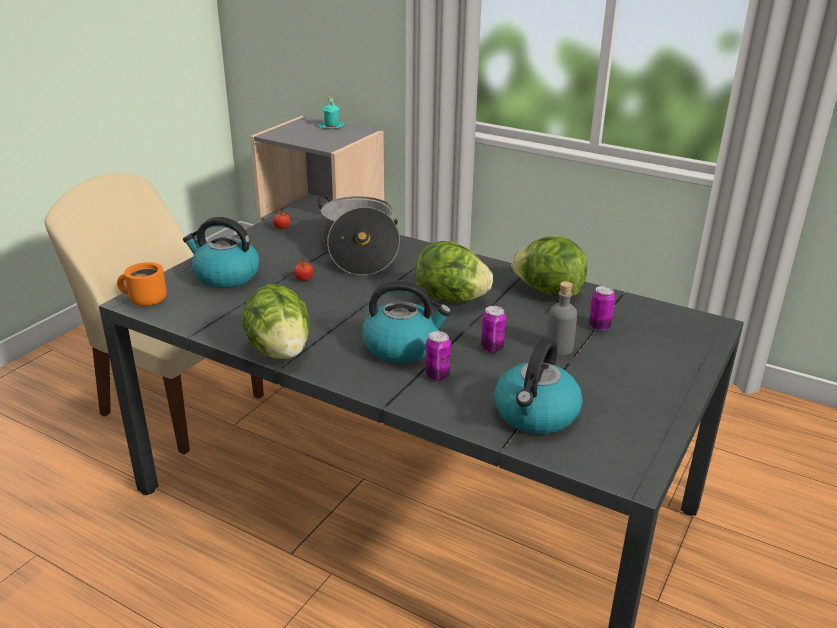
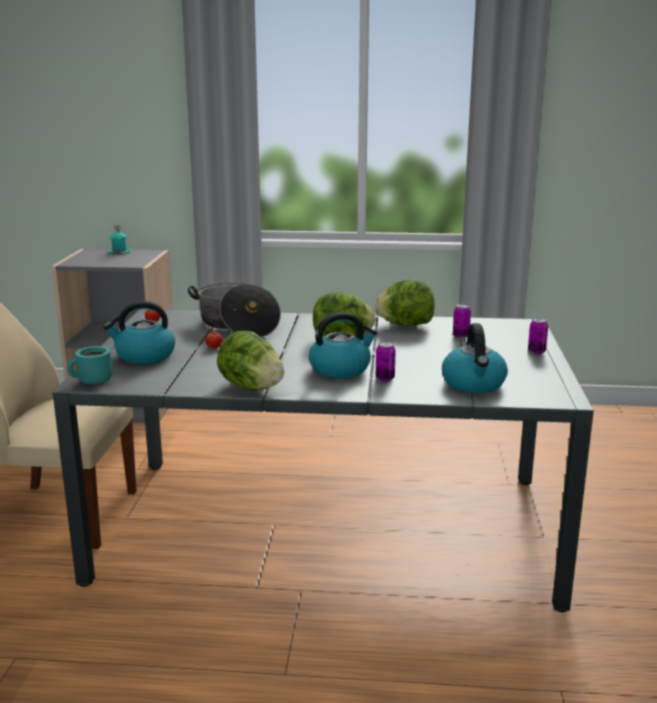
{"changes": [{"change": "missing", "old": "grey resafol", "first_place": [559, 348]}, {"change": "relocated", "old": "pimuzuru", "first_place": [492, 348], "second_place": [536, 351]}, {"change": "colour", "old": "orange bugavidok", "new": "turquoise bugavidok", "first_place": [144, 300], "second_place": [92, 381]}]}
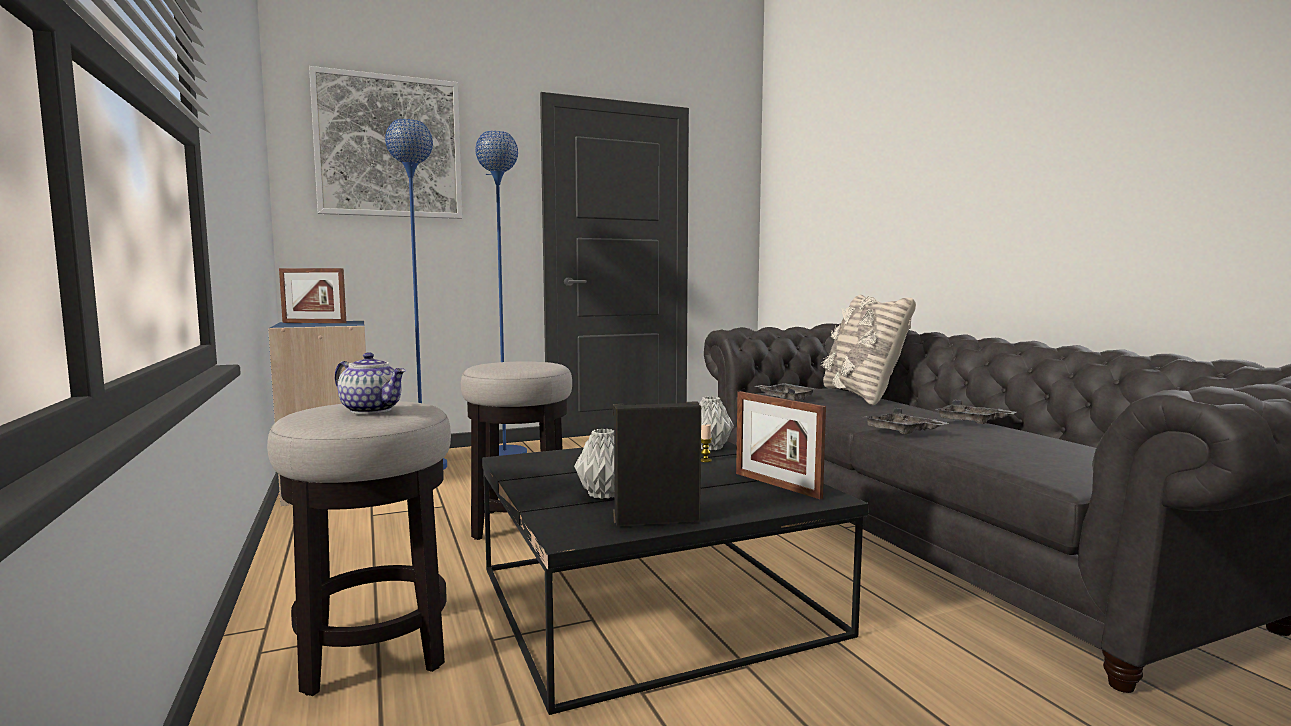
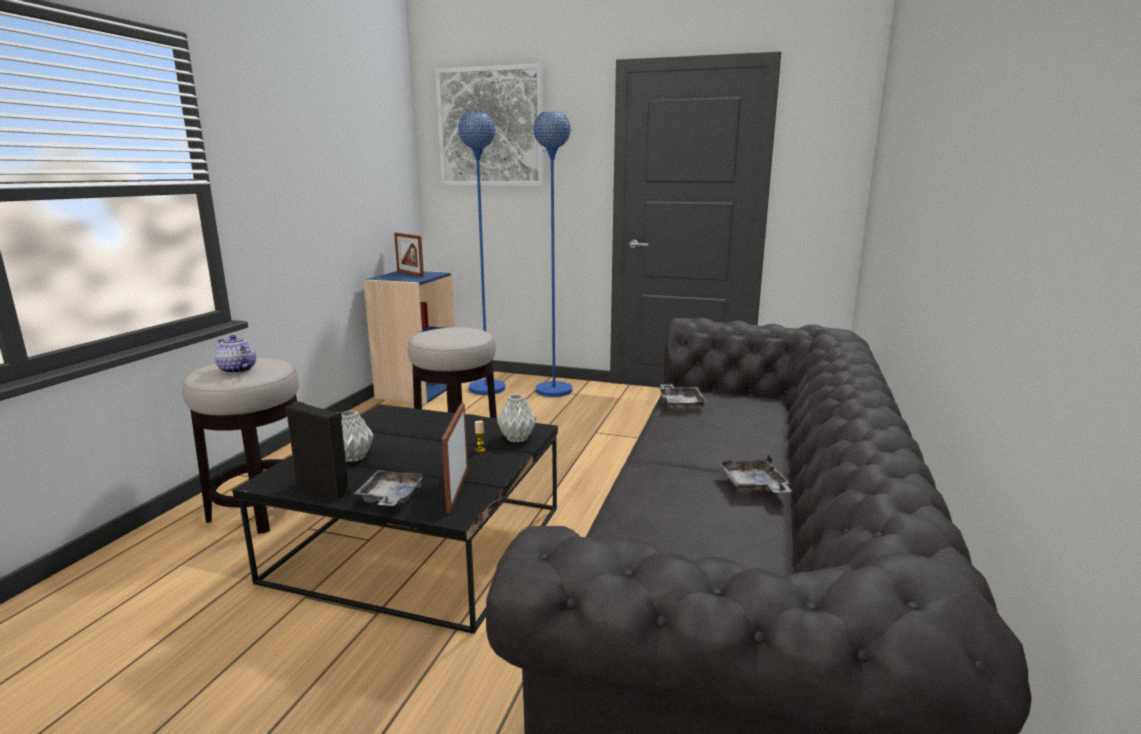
{"changes": [{"change": "missing", "old": "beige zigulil", "first_place": [860, 395]}, {"change": "relocated", "old": "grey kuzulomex", "first_place": [902, 432], "second_place": [391, 497]}, {"change": "spun", "old": "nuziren", "first_place": [373, 410], "second_place": [236, 370], "degrees": 150}]}
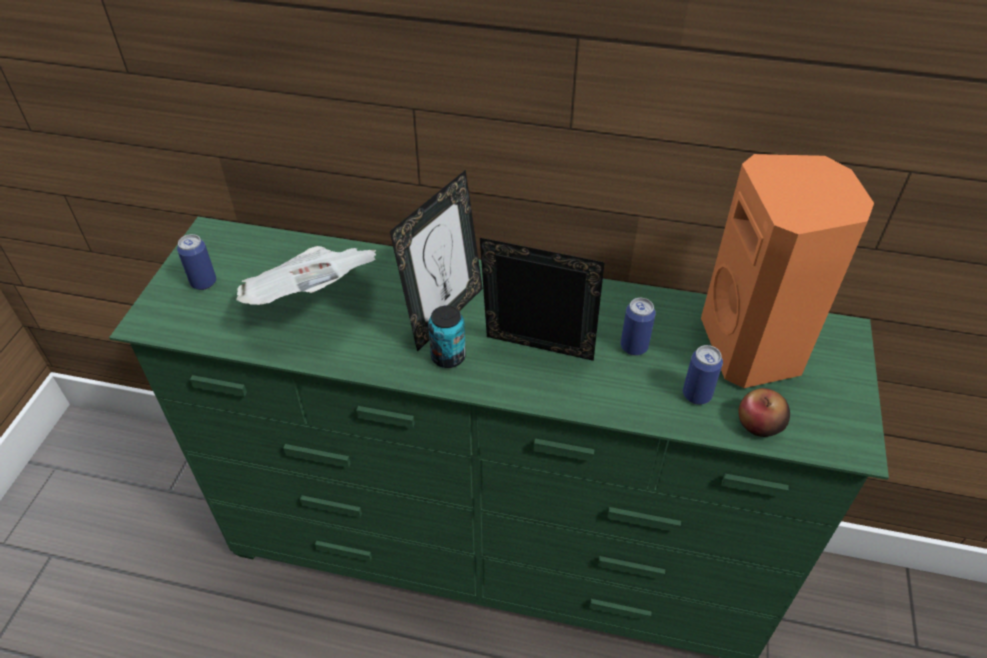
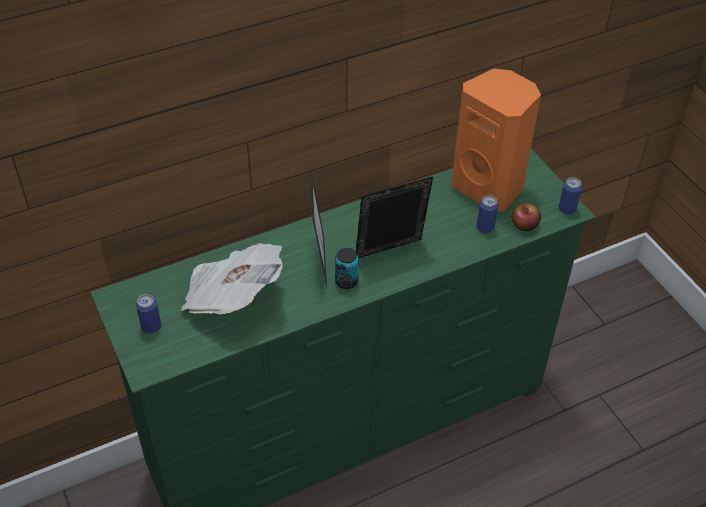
{"changes": [{"change": "relocated", "old": "pimuzuru", "first_place": [634, 347], "second_place": [567, 209]}]}
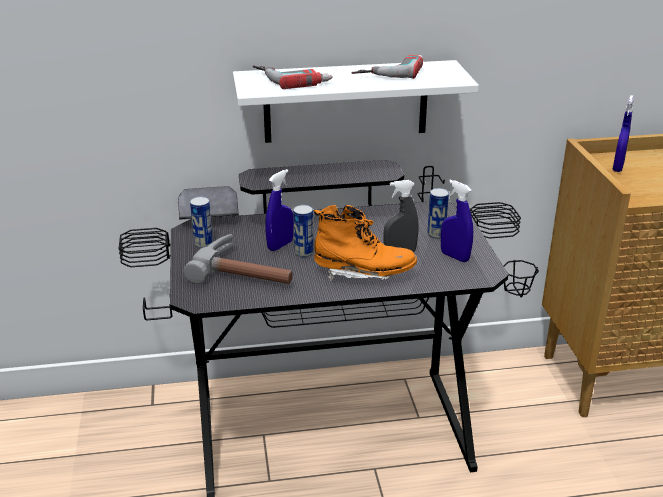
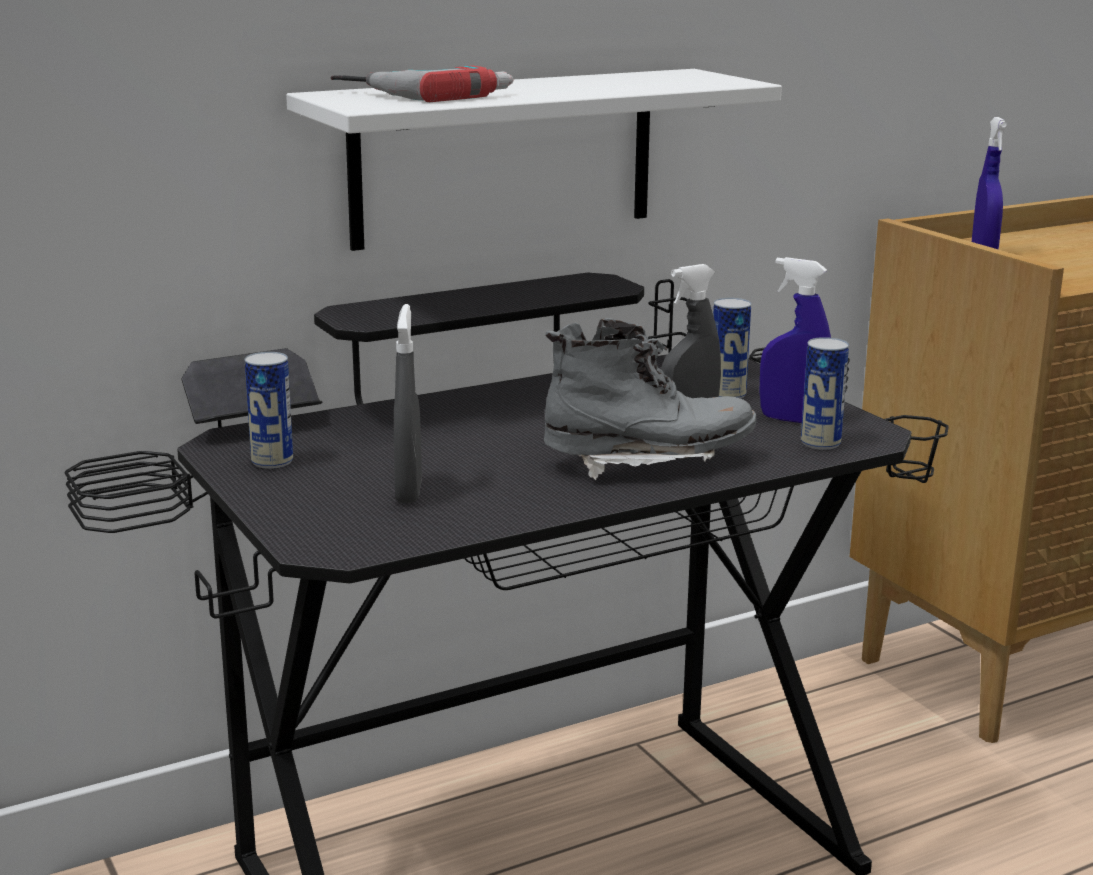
{"changes": [{"change": "missing", "old": "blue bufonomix", "first_place": [280, 245]}, {"change": "missing", "old": "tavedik", "first_place": [389, 71]}, {"change": "relocated", "old": "pimuzuru", "first_place": [303, 253], "second_place": [820, 443]}, {"change": "exchanged", "old": "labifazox", "new": "grey bufonomix", "first_place": [247, 272], "second_place": [408, 491]}, {"change": "colour", "old": "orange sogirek", "new": "grey sogirek", "first_place": [364, 273], "second_place": [648, 463]}]}
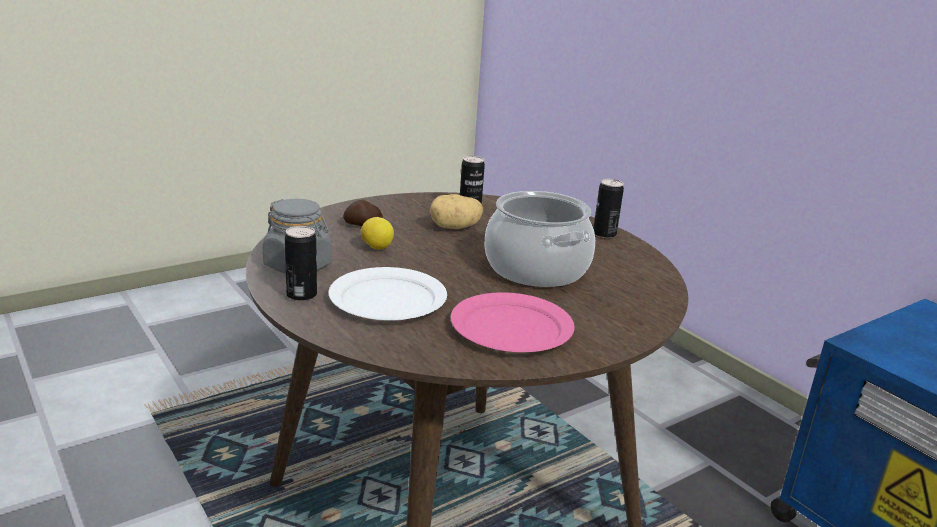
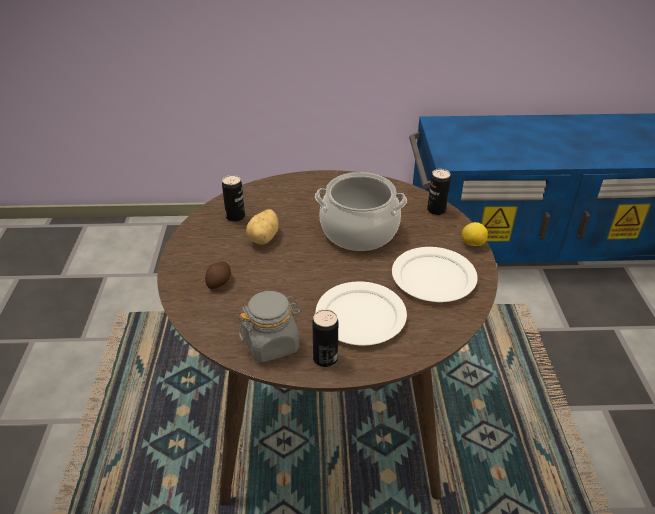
{"changes": [{"change": "relocated", "old": "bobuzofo", "first_place": [376, 248], "second_place": [472, 244]}, {"change": "relocated", "old": "pimuzuru", "first_place": [604, 234], "second_place": [436, 210]}, {"change": "colour", "old": "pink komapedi", "new": "white komapedi", "first_place": [511, 328], "second_place": [434, 278]}]}
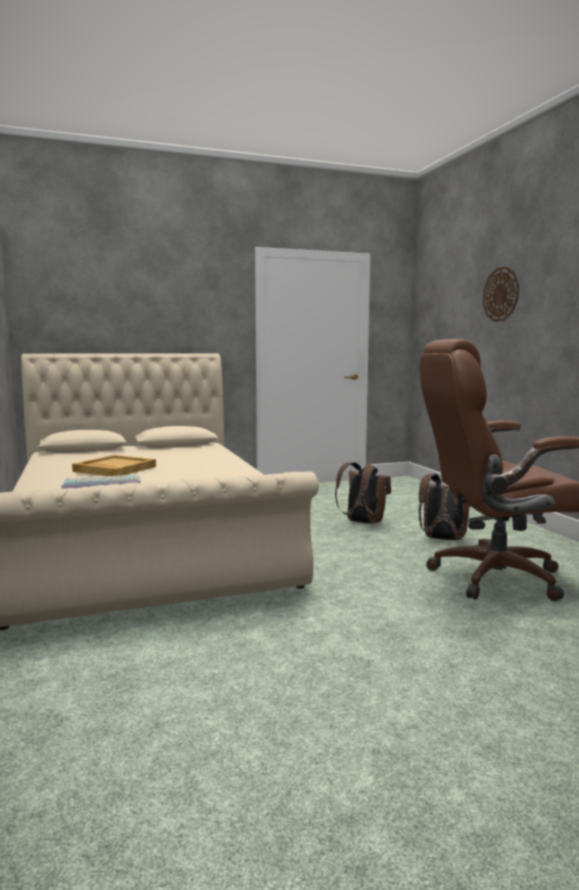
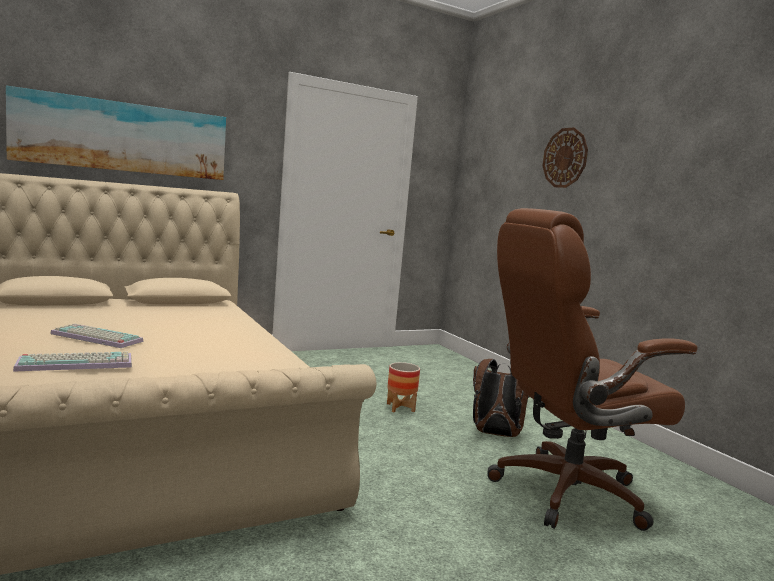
{"changes": [{"change": "appeared", "new": "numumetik", "second_place": [123, 137]}, {"change": "exchanged", "old": "beige kuzulomex", "new": "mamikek", "first_place": [114, 469], "second_place": [94, 338]}, {"change": "exchanged", "old": "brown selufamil", "new": "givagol", "first_place": [362, 523], "second_place": [400, 407]}]}
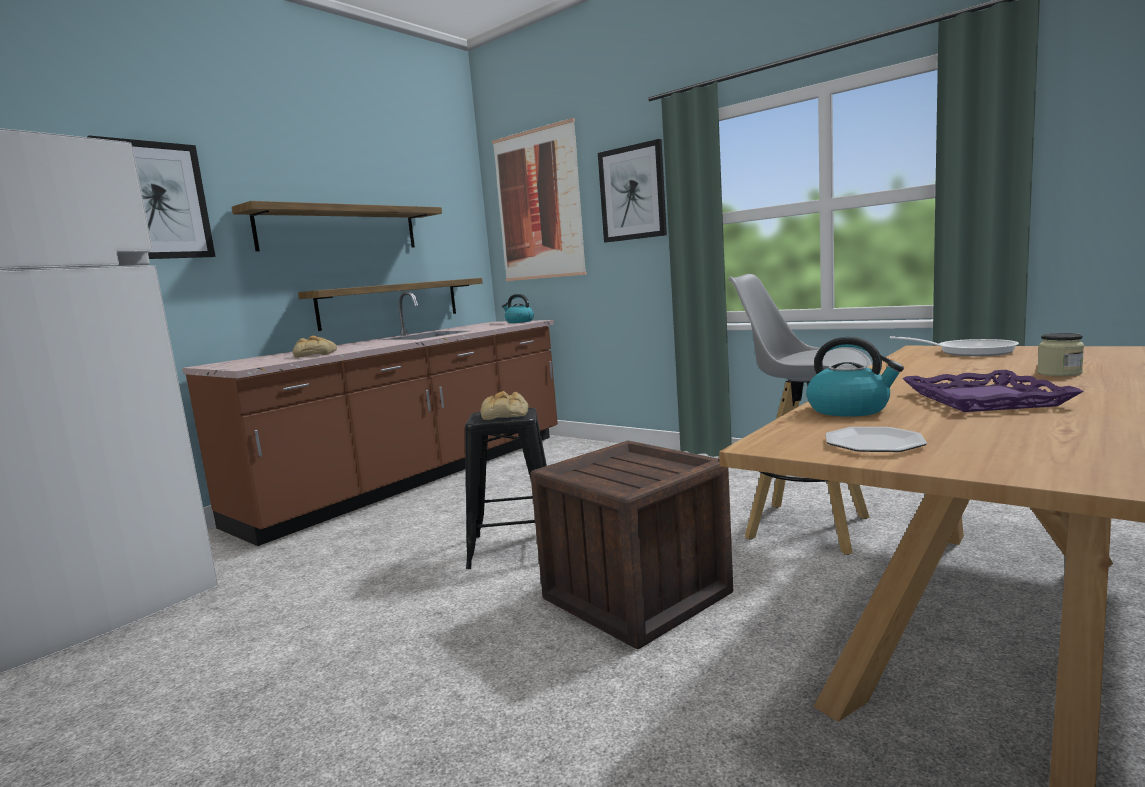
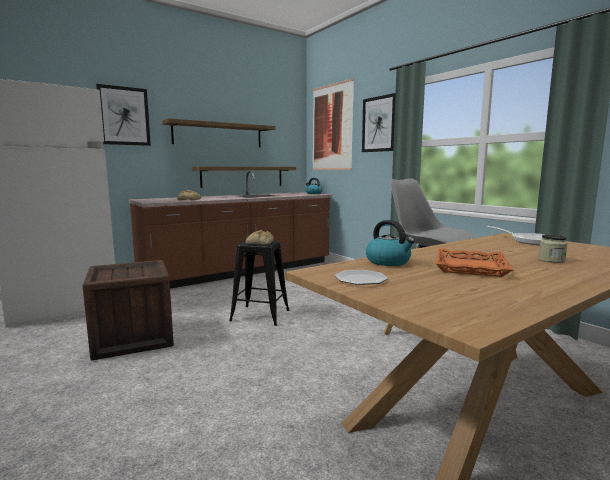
{"changes": [{"change": "relocated", "old": "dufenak", "first_place": [636, 595], "second_place": [133, 338]}, {"change": "colour", "old": "purple kuzulomex", "new": "orange kuzulomex", "first_place": [985, 399], "second_place": [471, 267]}]}
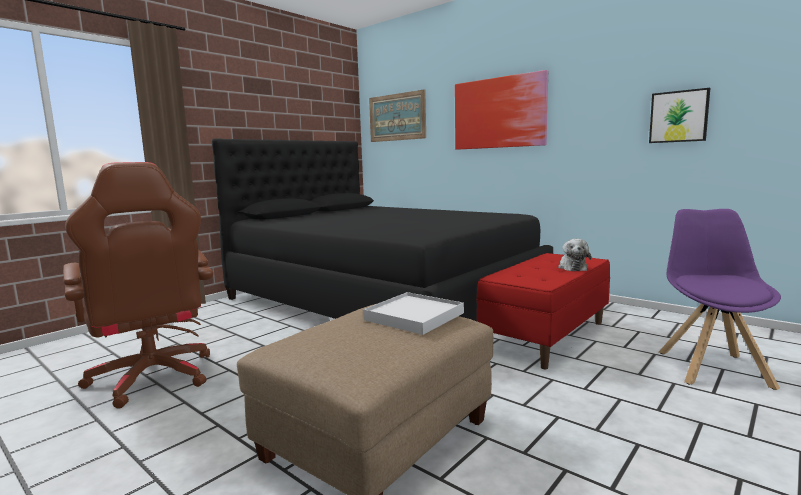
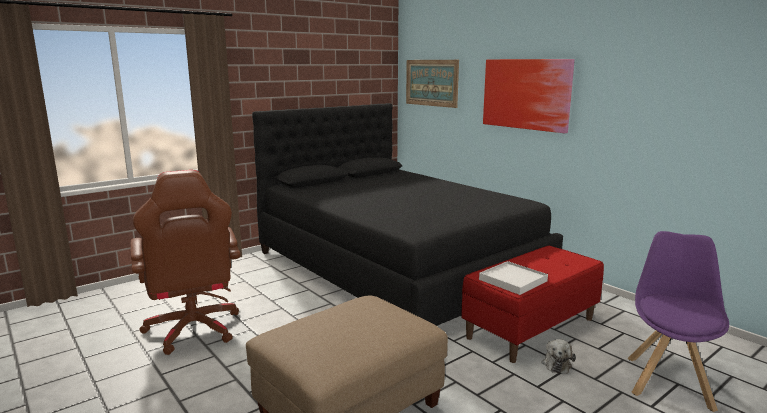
{"changes": [{"change": "missing", "old": "numumetik", "first_place": [679, 116]}, {"change": "relocated", "old": "white kuzulomex", "first_place": [413, 316], "second_place": [512, 280]}, {"change": "relocated", "old": "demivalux", "first_place": [572, 267], "second_place": [556, 363]}]}
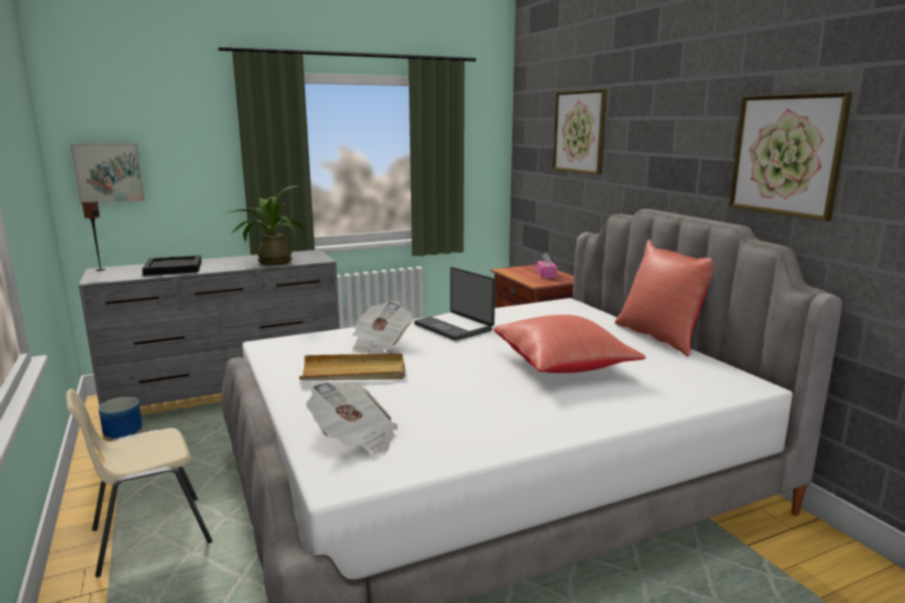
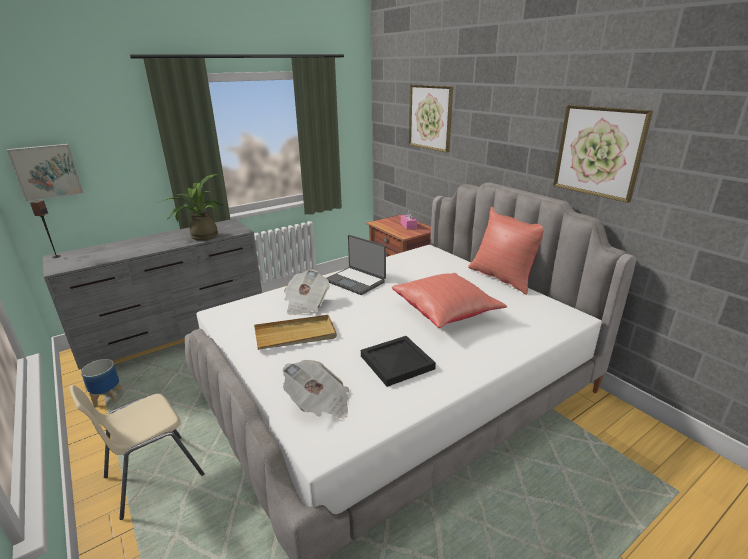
{"changes": [{"change": "relocated", "old": "black kuzulomex", "first_place": [174, 268], "second_place": [398, 362]}]}
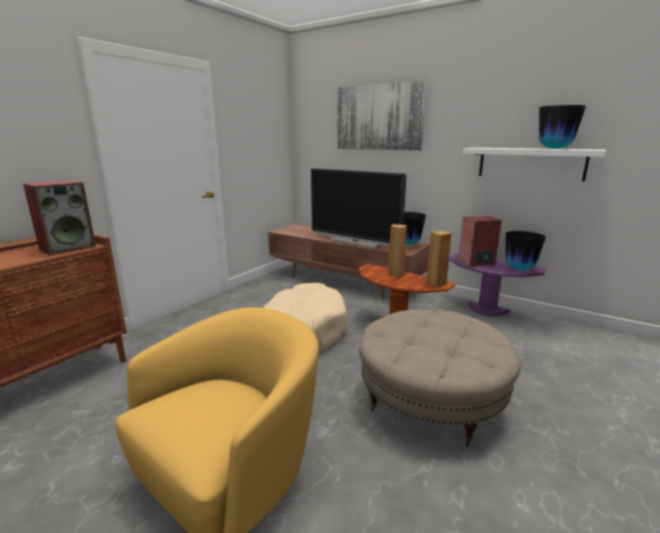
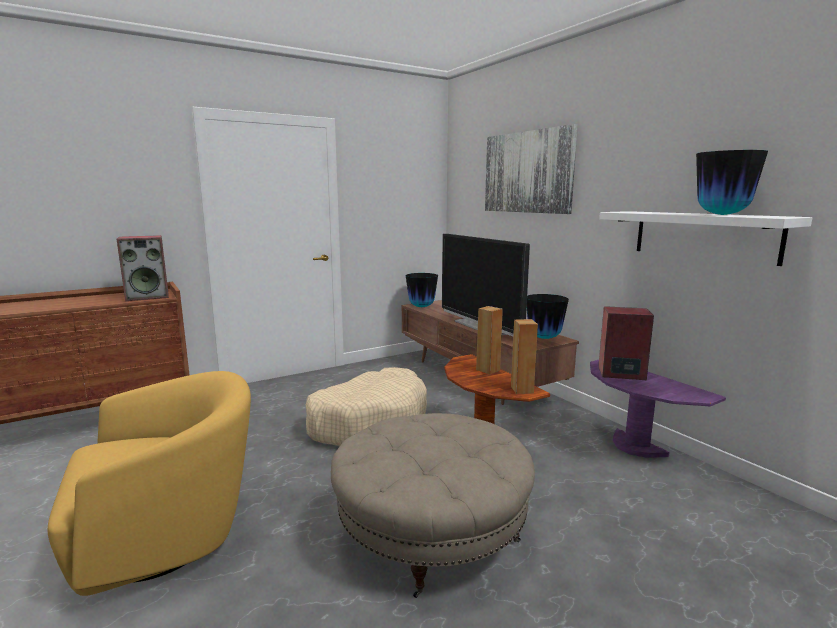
{"changes": [{"change": "relocated", "old": "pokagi", "first_place": [519, 269], "second_place": [421, 307]}]}
